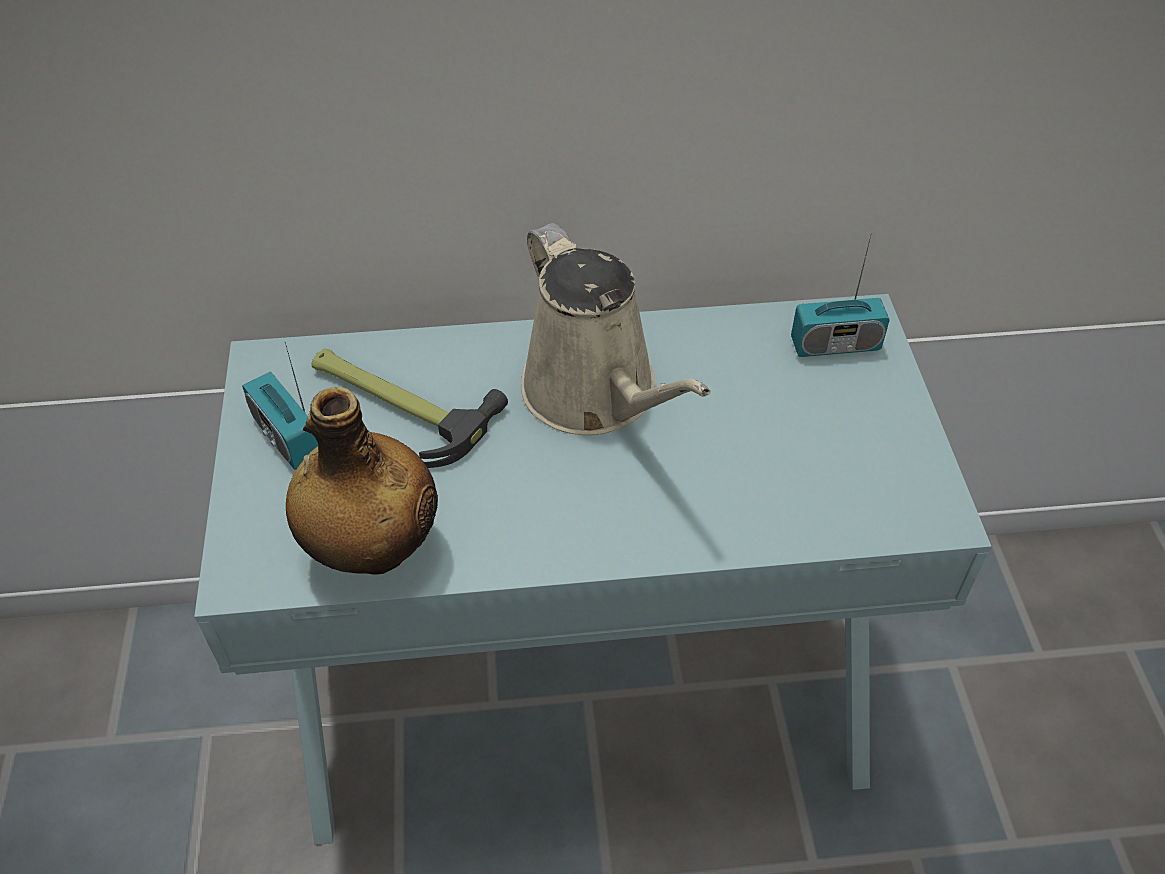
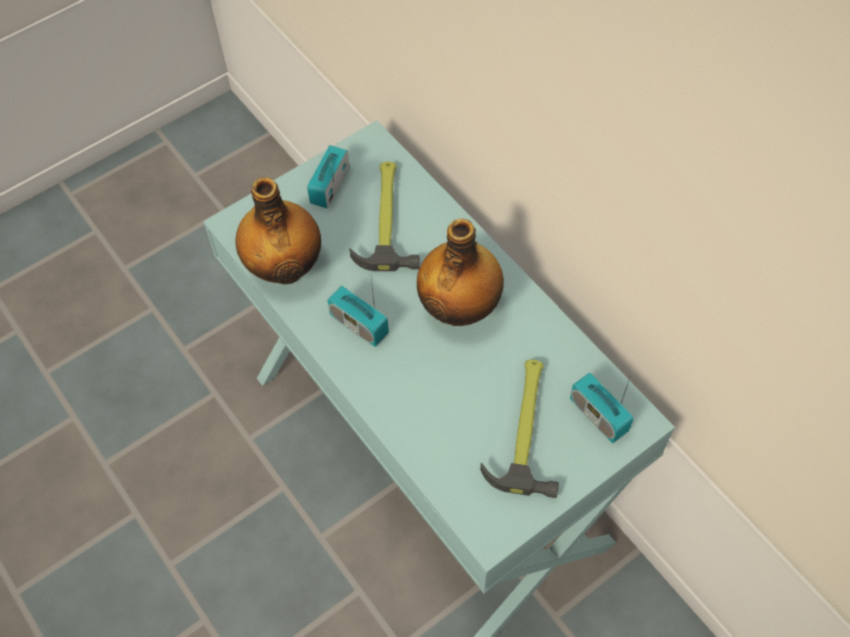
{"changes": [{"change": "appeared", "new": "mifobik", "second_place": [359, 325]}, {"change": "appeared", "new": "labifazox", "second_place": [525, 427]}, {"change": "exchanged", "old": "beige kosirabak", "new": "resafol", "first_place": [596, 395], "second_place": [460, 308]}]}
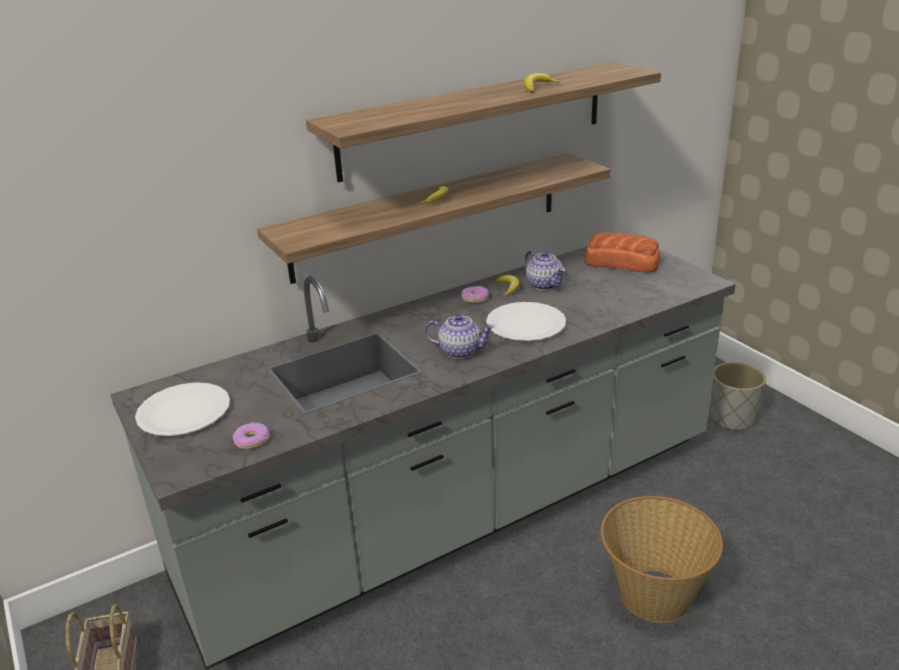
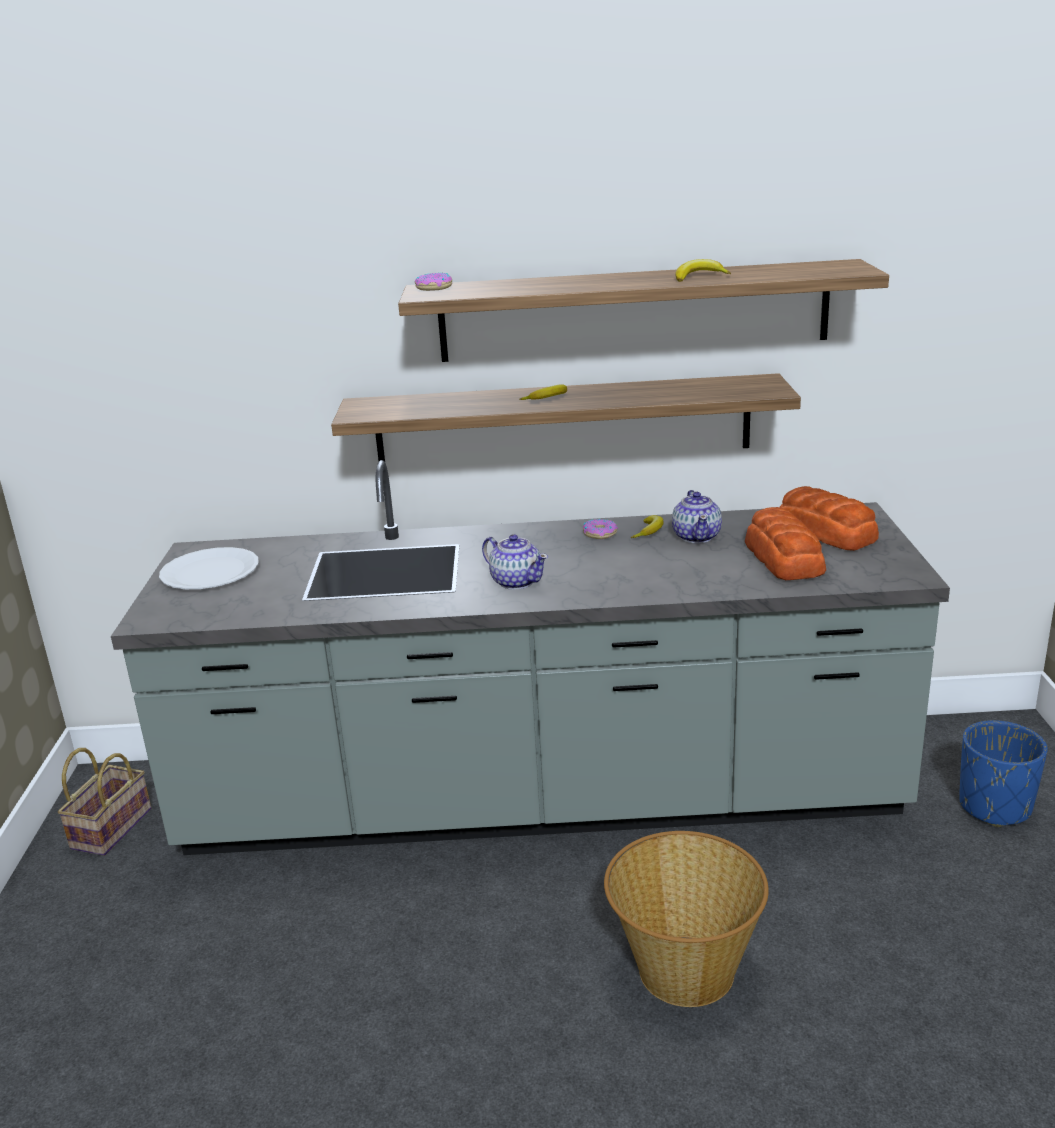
{"changes": [{"change": "missing", "old": "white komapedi", "first_place": [526, 324]}, {"change": "appeared", "new": "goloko", "second_place": [784, 558]}, {"change": "relocated", "old": "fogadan", "first_place": [251, 440], "second_place": [433, 288]}, {"change": "colour", "old": "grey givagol", "new": "blue givagol", "first_place": [731, 418], "second_place": [994, 806]}]}
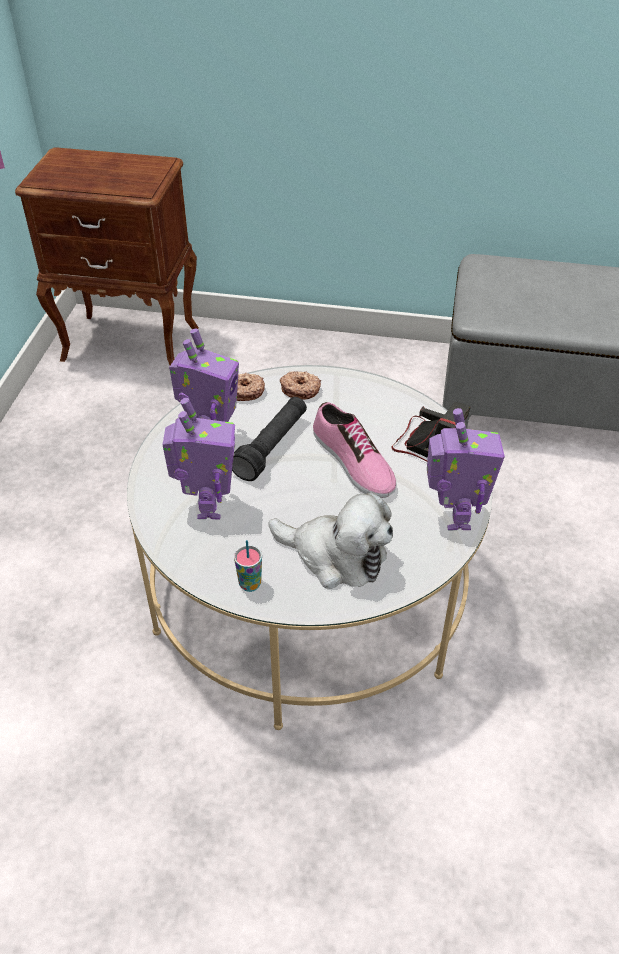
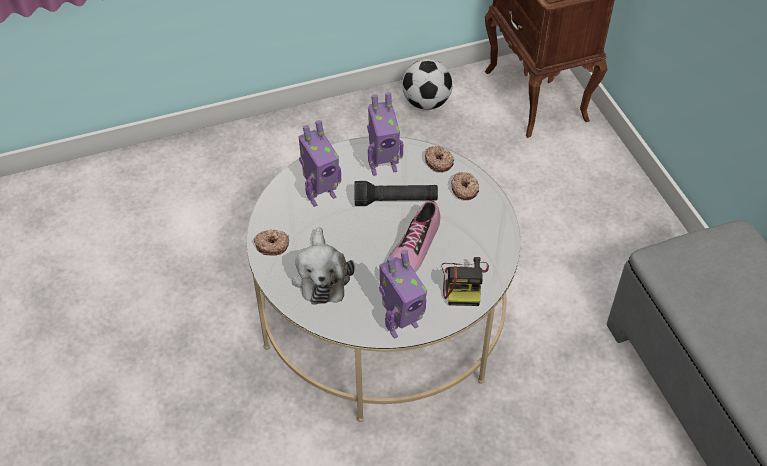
{"changes": [{"change": "appeared", "new": "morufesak", "second_place": [426, 103]}, {"change": "exchanged", "old": "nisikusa", "new": "fogadan", "first_place": [250, 584], "second_place": [272, 245]}]}
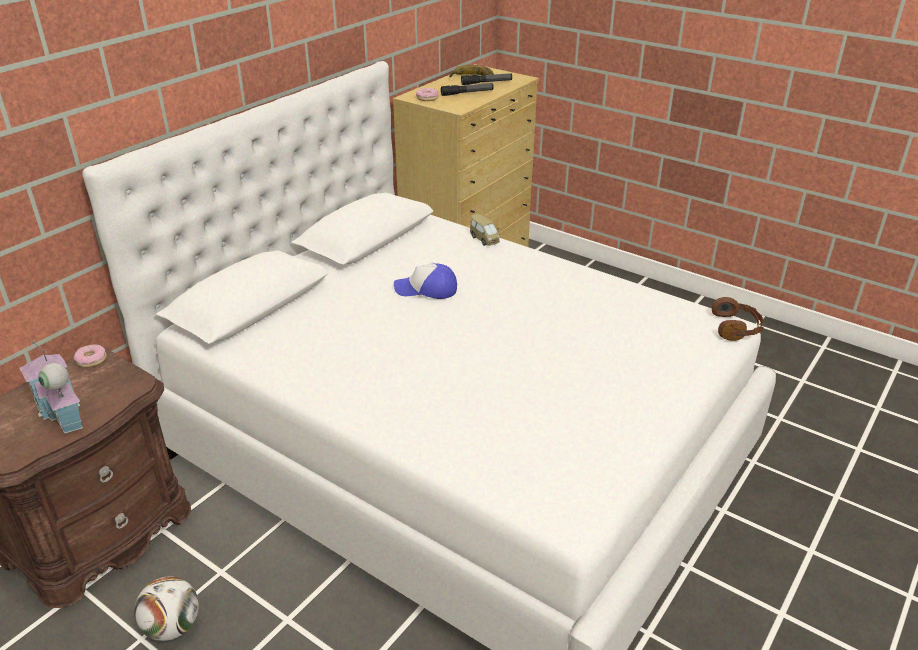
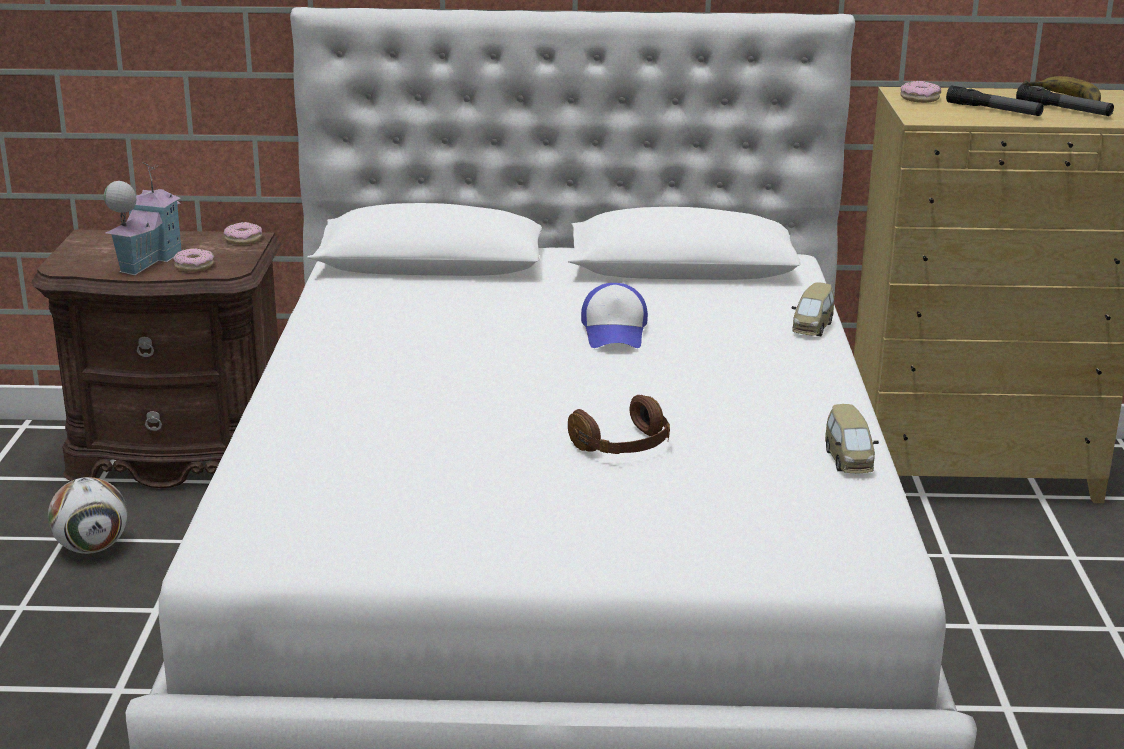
{"changes": [{"change": "appeared", "new": "fogadan", "second_place": [194, 266]}, {"change": "appeared", "new": "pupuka", "second_place": [848, 460]}, {"change": "relocated", "old": "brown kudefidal", "first_place": [736, 328], "second_place": [623, 447]}, {"change": "spun", "old": "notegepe", "first_place": [426, 289], "second_place": [615, 332], "degrees": -150}]}
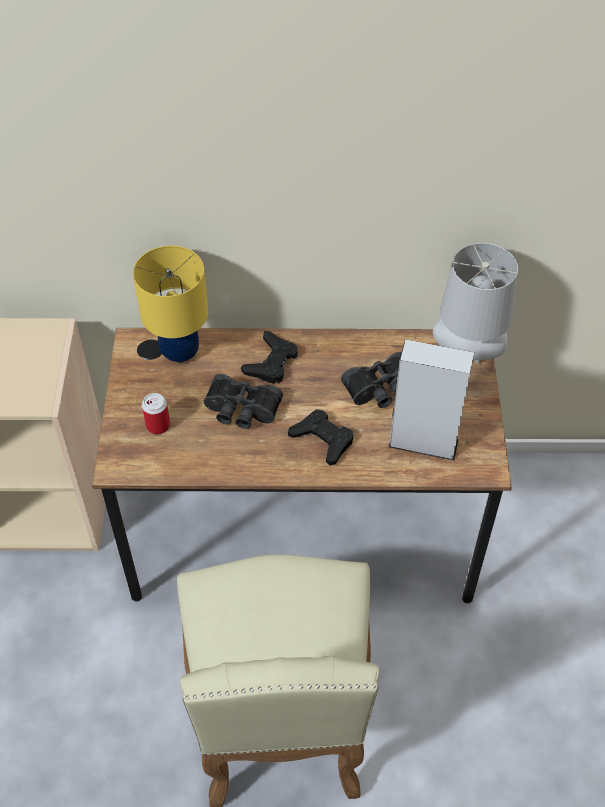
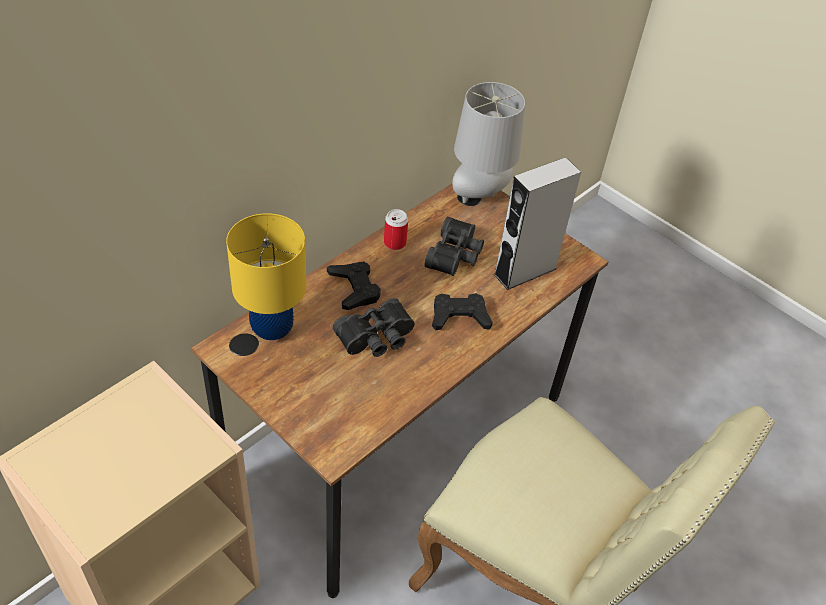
{"changes": [{"change": "relocated", "old": "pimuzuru", "first_place": [158, 425], "second_place": [395, 243]}]}
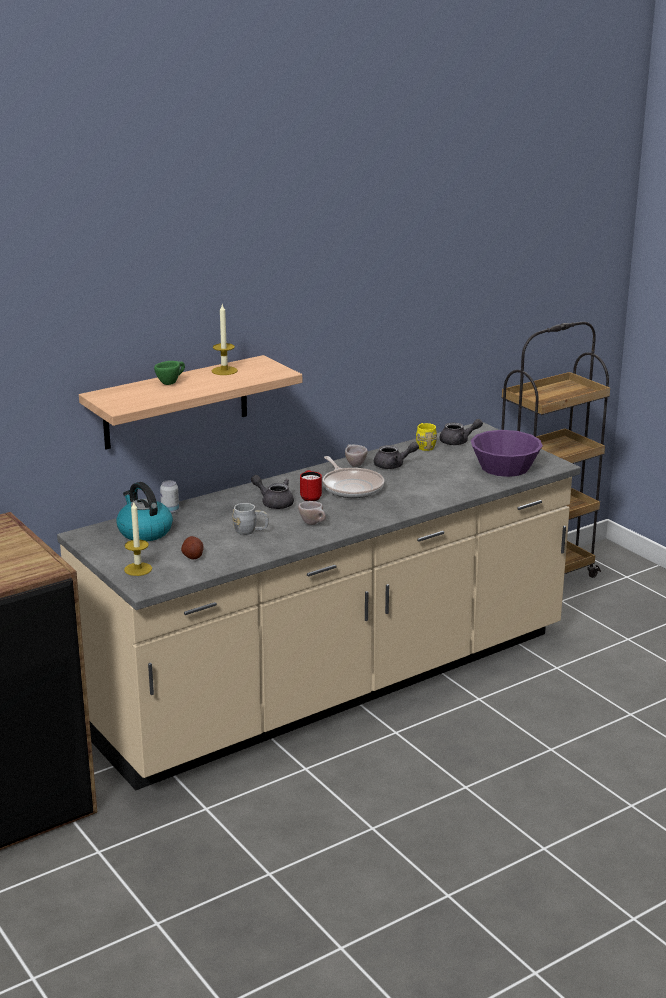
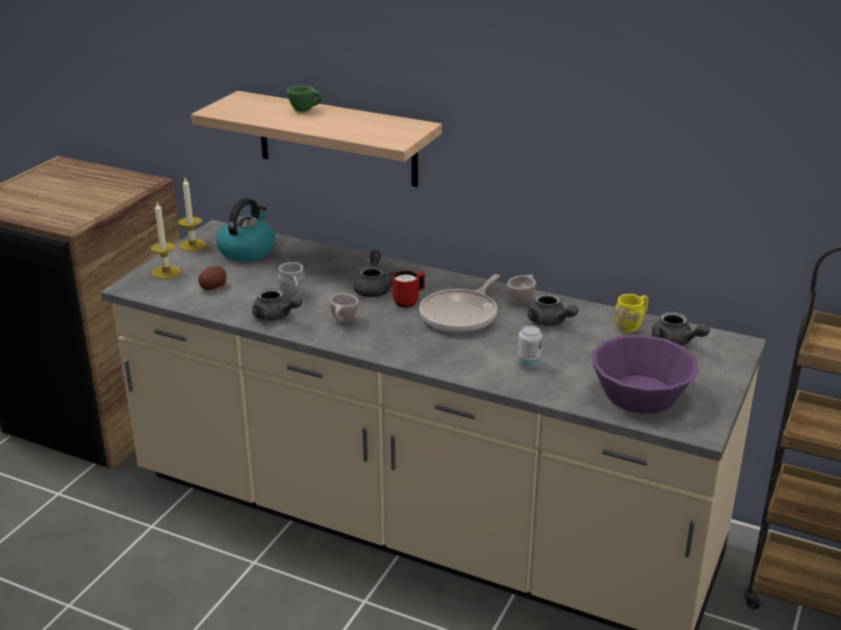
{"changes": [{"change": "appeared", "new": "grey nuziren", "second_place": [276, 316]}, {"change": "relocated", "old": "pimuzuru", "first_place": [170, 511], "second_place": [528, 364]}, {"change": "relocated", "old": "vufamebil", "first_place": [224, 371], "second_place": [192, 245]}]}
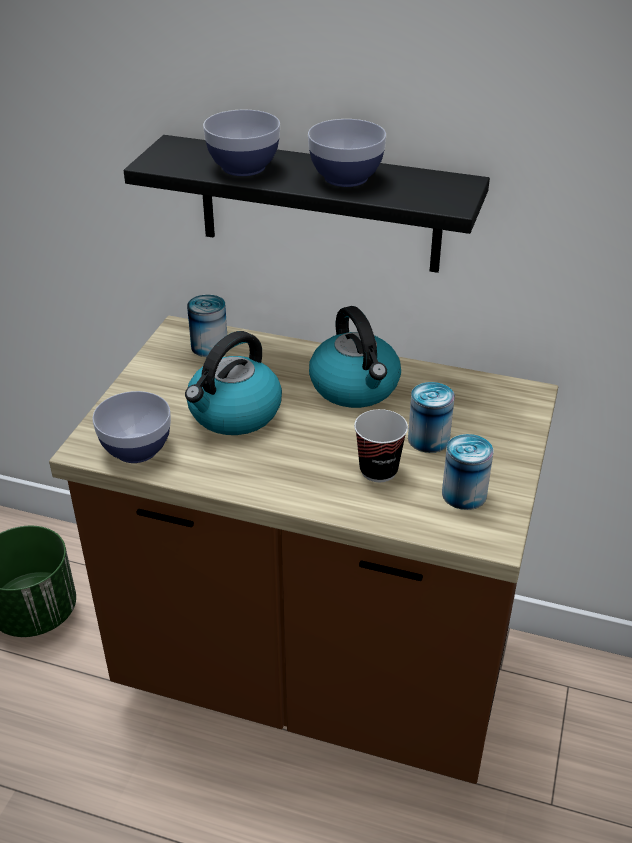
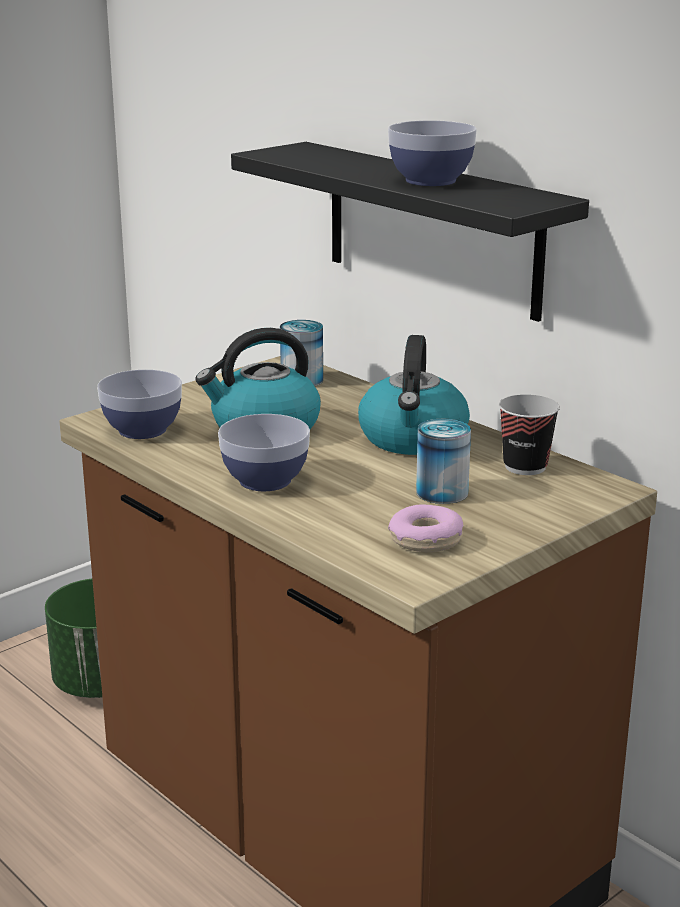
{"changes": [{"change": "relocated", "old": "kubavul", "first_place": [243, 167], "second_place": [265, 480]}, {"change": "relocated", "old": "nisikusa", "first_place": [378, 470], "second_place": [525, 466]}, {"change": "exchanged", "old": "pimuzuru", "new": "fogadan", "first_place": [464, 494], "second_place": [425, 539]}]}
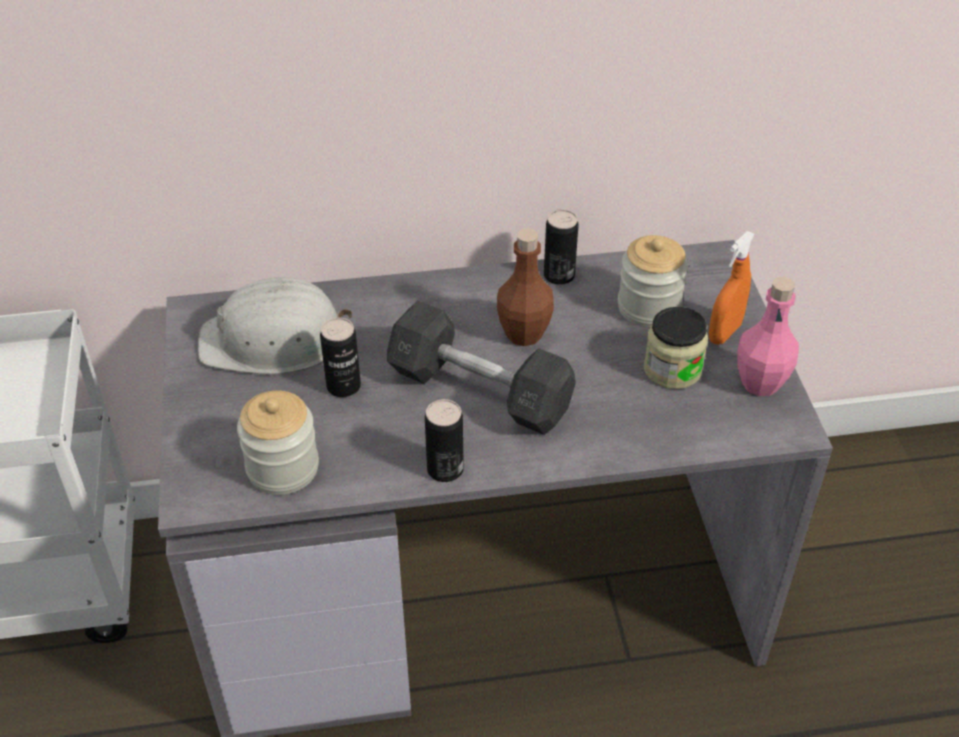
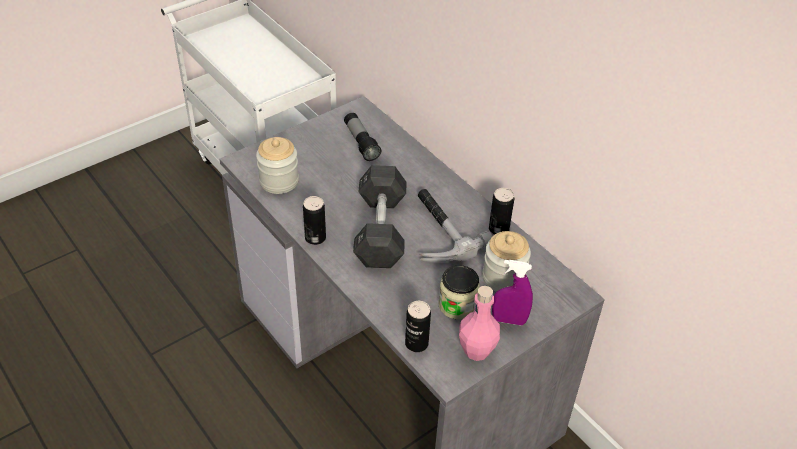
{"changes": [{"change": "relocated", "old": "pimuzuru", "first_place": [343, 386], "second_place": [416, 343]}, {"change": "exchanged", "old": "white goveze", "new": "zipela", "first_place": [274, 340], "second_place": [361, 142]}, {"change": "exchanged", "old": "brown resafol", "new": "labifazox", "first_place": [524, 334], "second_place": [437, 231]}, {"change": "colour", "old": "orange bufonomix", "new": "purple bufonomix", "first_place": [724, 333], "second_place": [509, 320]}]}
